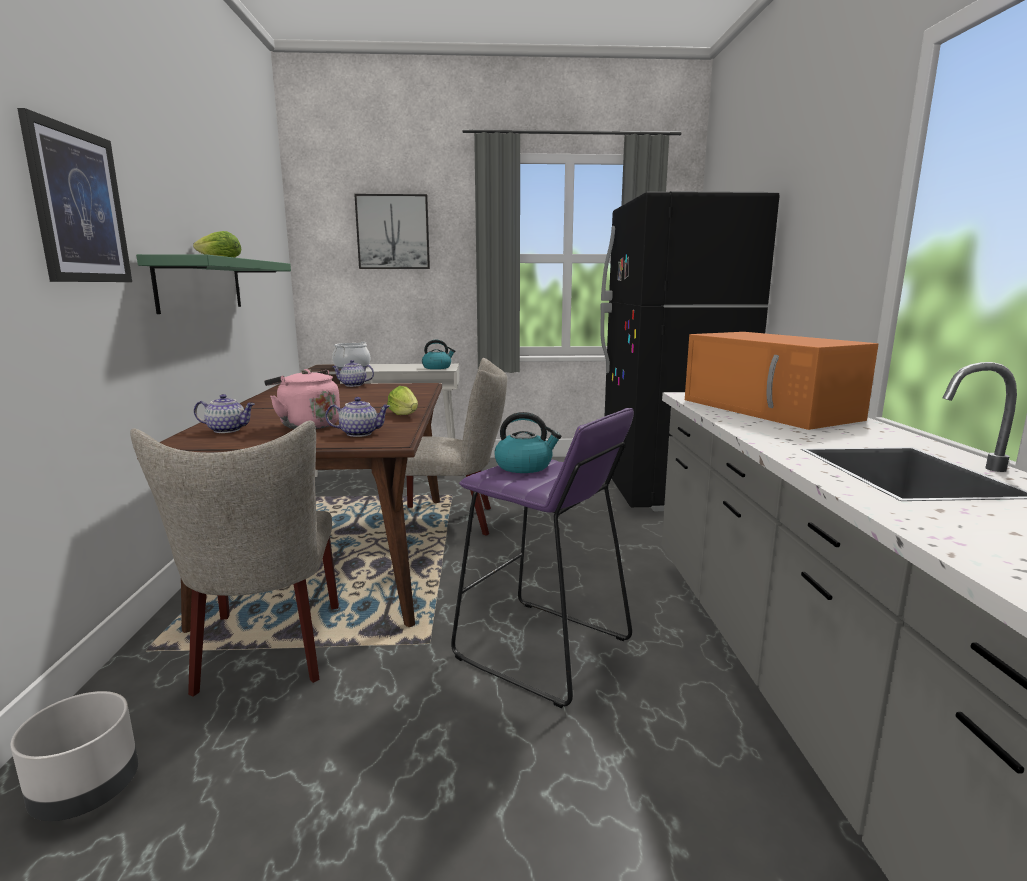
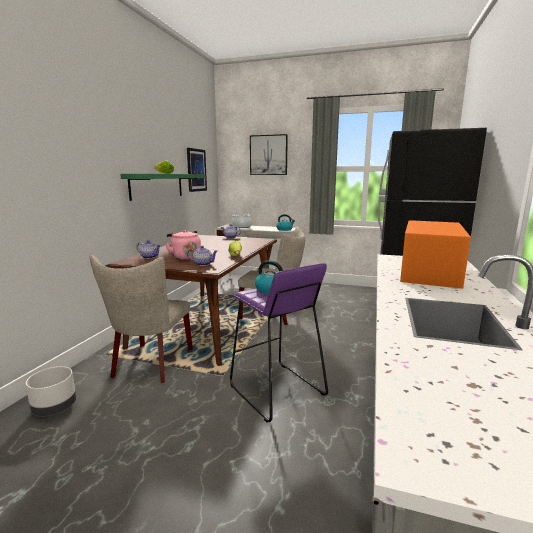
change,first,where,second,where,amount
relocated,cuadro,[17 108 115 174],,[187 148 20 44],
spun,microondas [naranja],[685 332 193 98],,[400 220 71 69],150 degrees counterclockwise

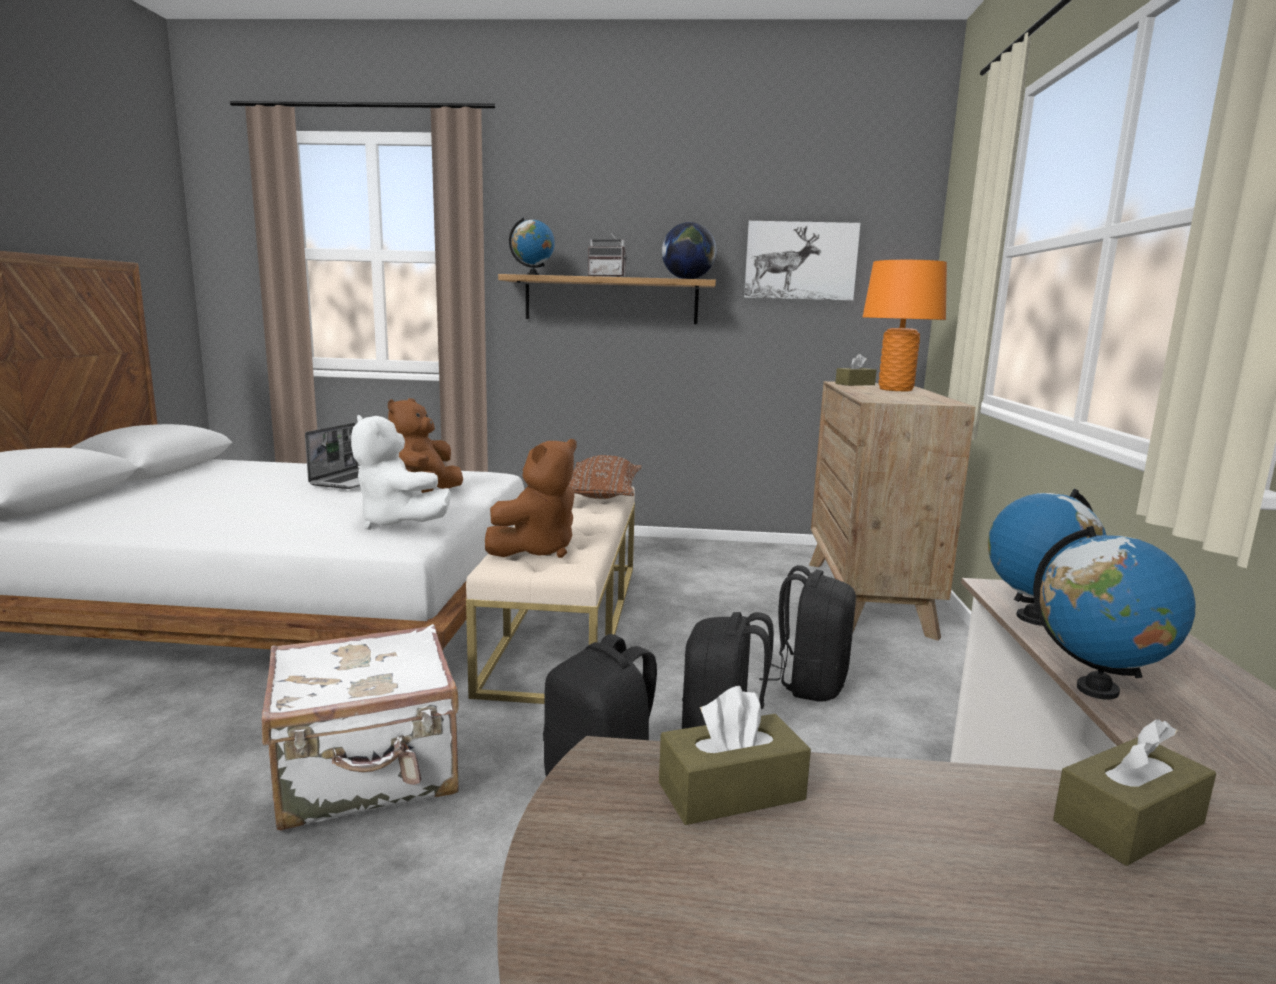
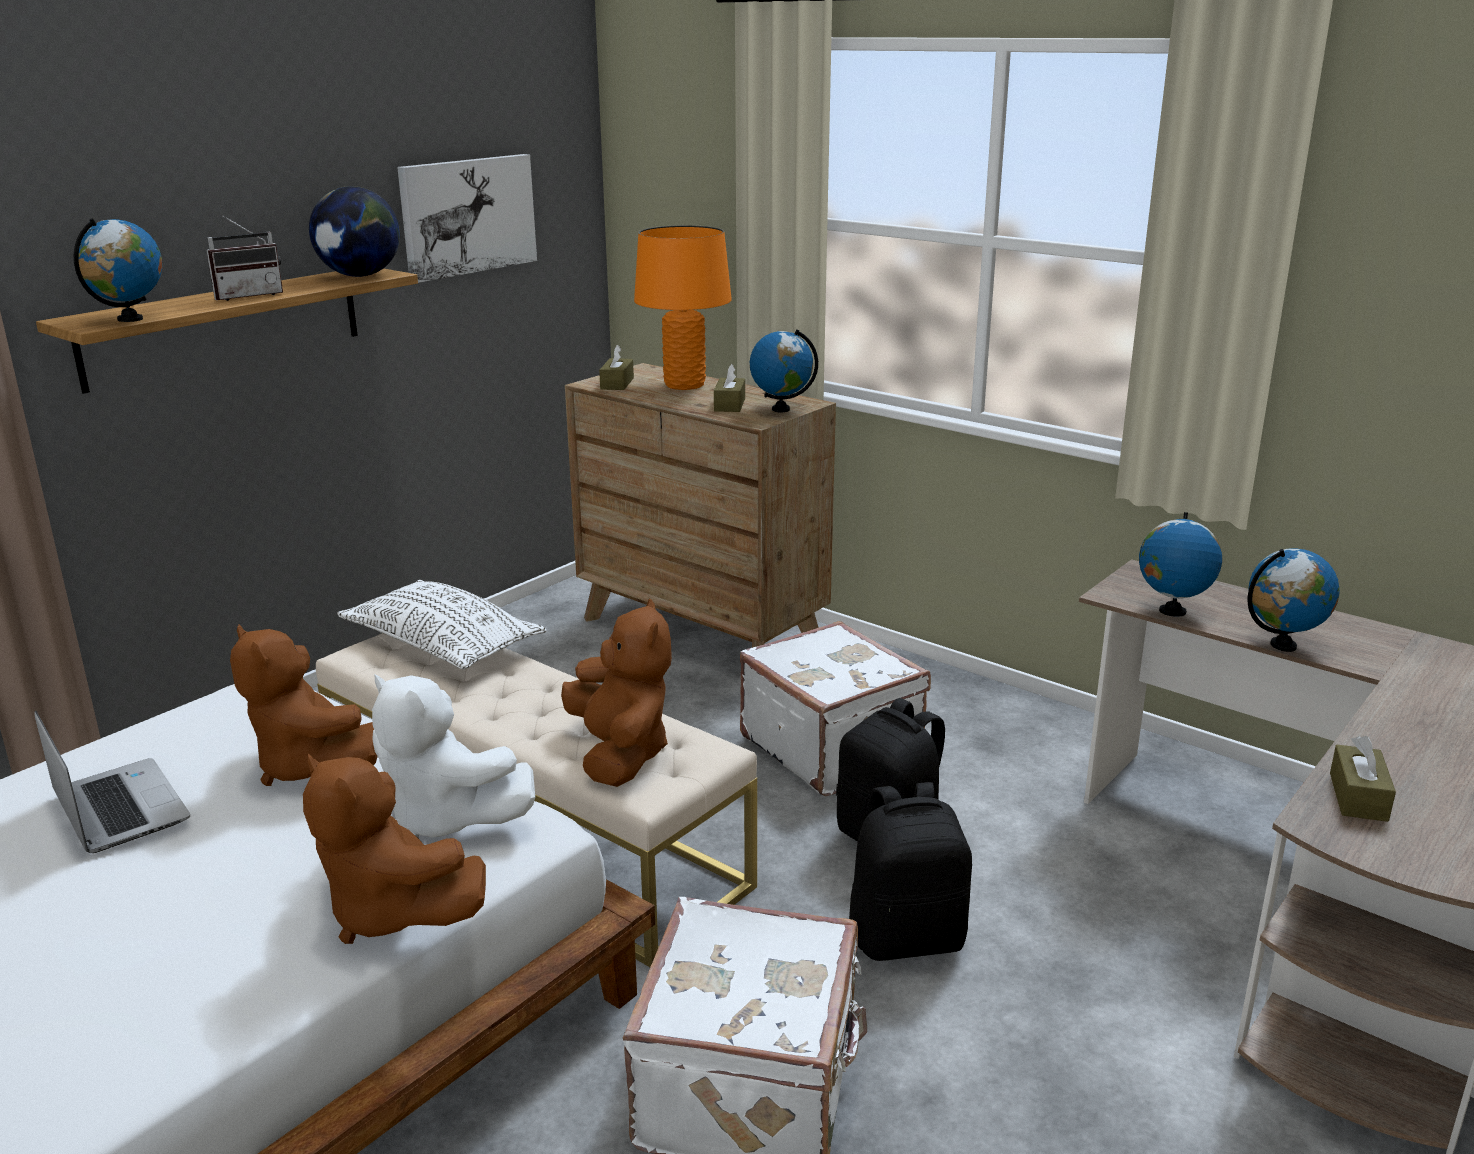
change,first,where,second,where,amount
appeared,,,peluche [marrón],[303 754 183 190],
colour,cojín [marrón],[569 455 73 44],cojín [blanco],[337 580 209 89],
spun,peluche [blanco],[351 415 100 115],,[372 674 163 165],45 degrees clockwise
relocated,caja de pañuelos [marrón],[1053 719 163 147],,[714 364 31 48],
exchanged,mochila [negro],[759 565 97 137],maleta [blanco],[740 621 191 175],
appeared,,,globo terráqueo,[750 329 68 84],

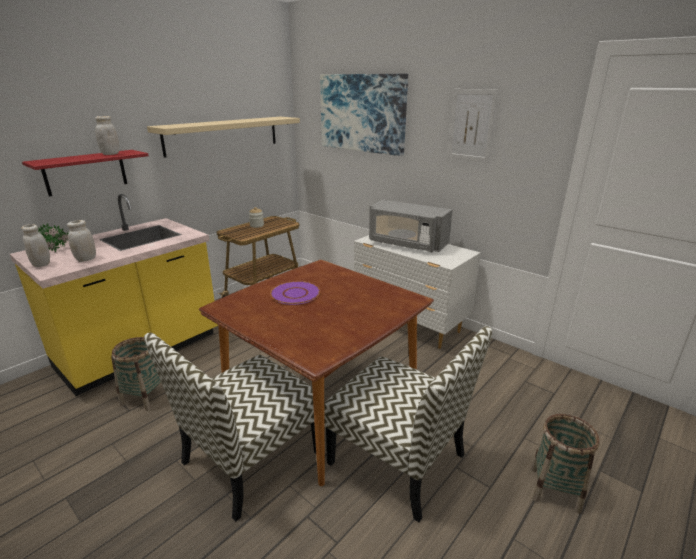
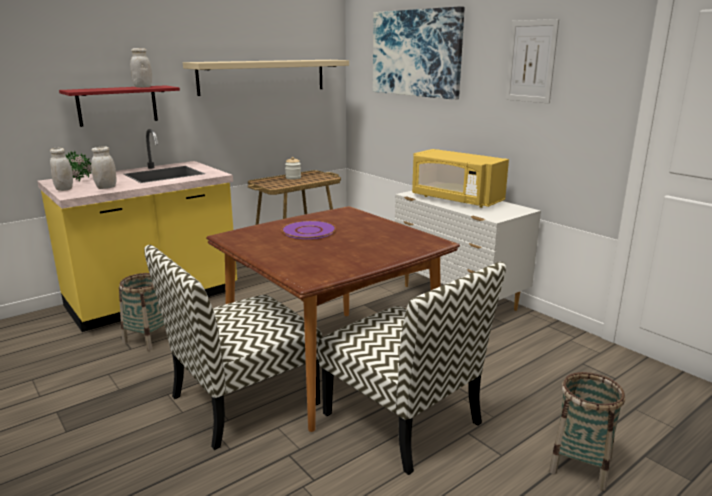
change,first,where,second,where,amount
colour,microondas [gris],[369 200 83 52],microondas [amarillo],[412 149 97 59],

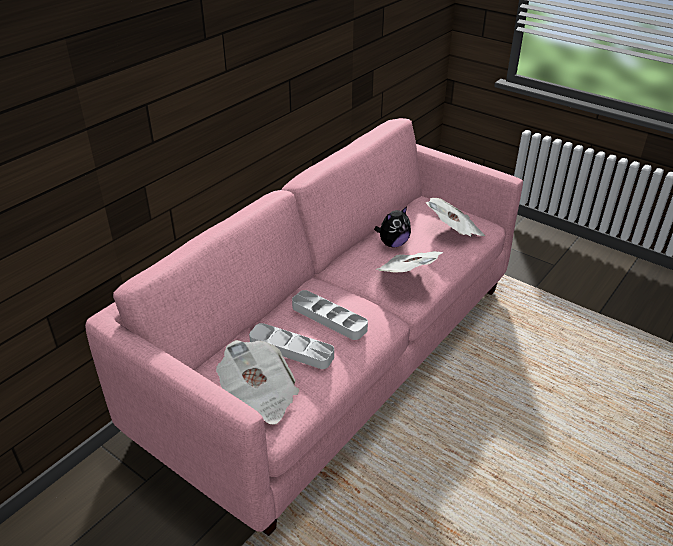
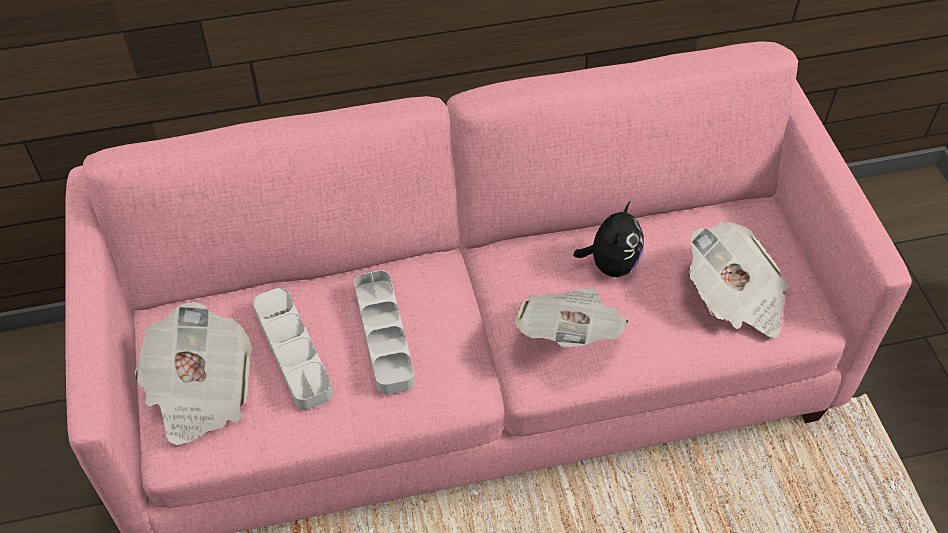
change,first,where,second,where,amount
spun,peluche,[374 206 37 41],,[573 201 71 76],75 degrees counterclockwise

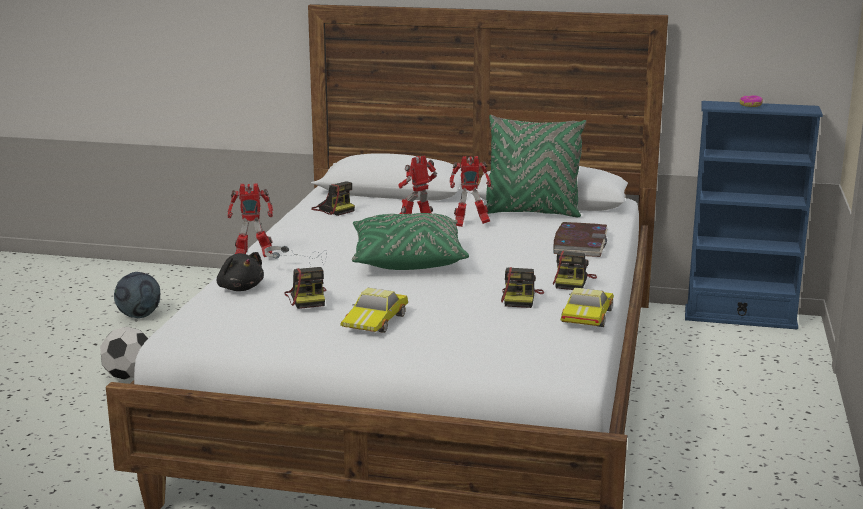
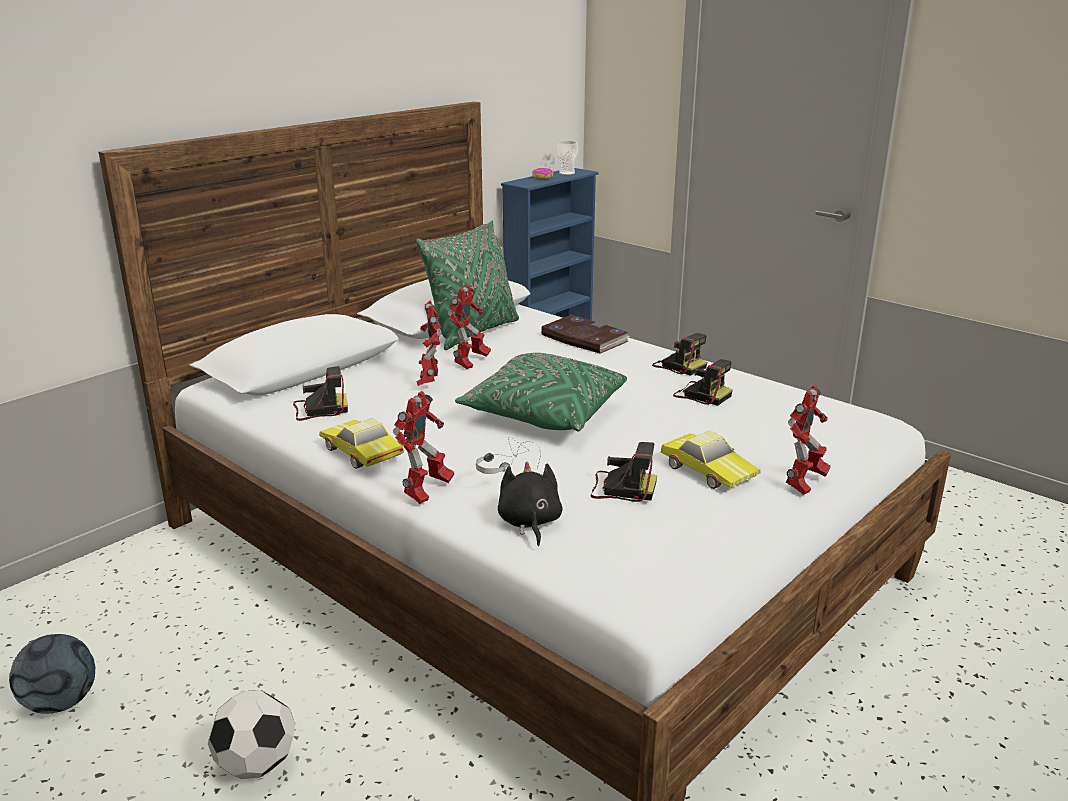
change,first,where,second,where,amount
relocated,coche de juguete,[561 288 53 39],,[319 418 85 51],
spun,peluche [negro],[217 252 47 39],,[498 461 65 85],90 degrees counterclockwise
appeared,,,taza,[557 141 21 34],
appeared,,,robot de juguete,[786 384 45 111],

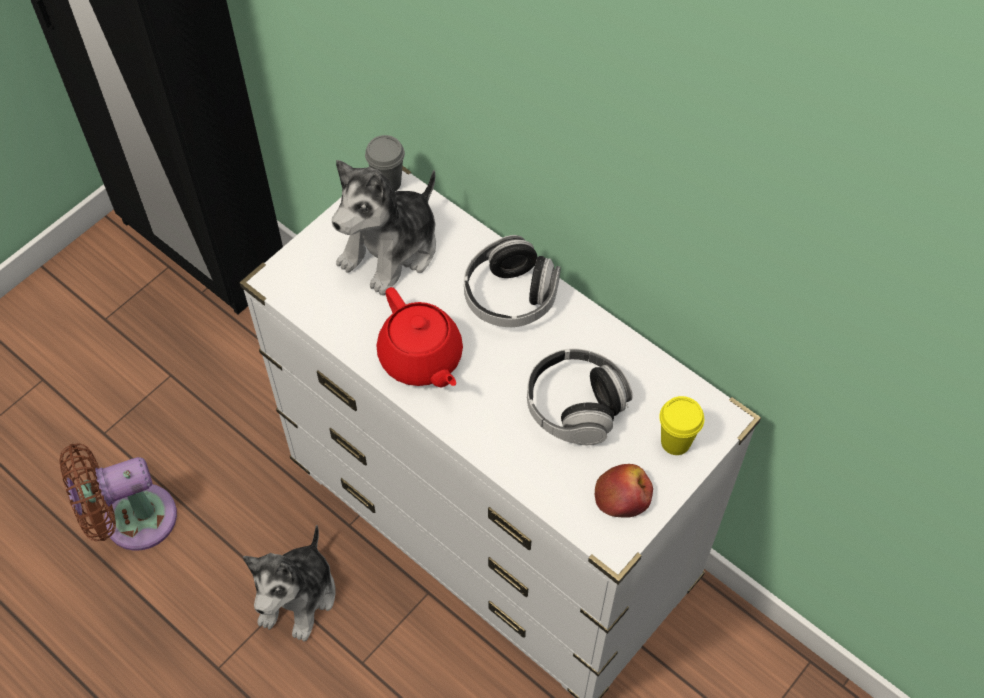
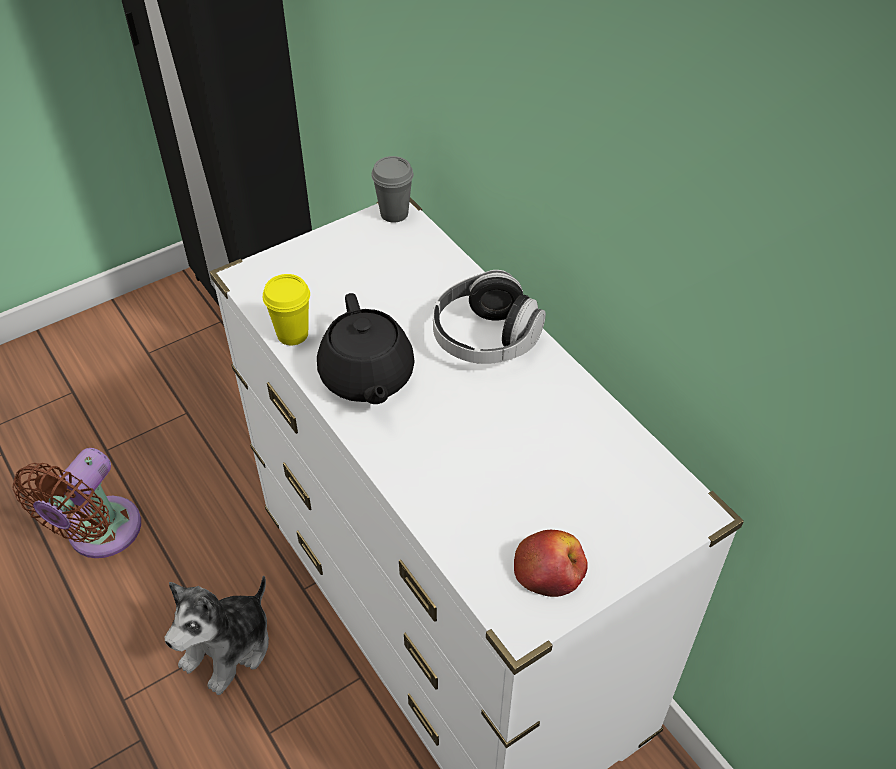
change,first,where,second,where,amount
spun,ventilador [marrón],[59 443 118 107],,[13 448 128 110],60 degrees counterclockwise
relocated,taza [amarillo],[659 396 45 59],,[263 274 47 71],
colour,tetera [rojo],[377 287 86 100],tetera [negro],[317 293 98 111],
missing,peluche,[332 160 104 136],,,
missing,auriculares,[527 348 106 97],,,

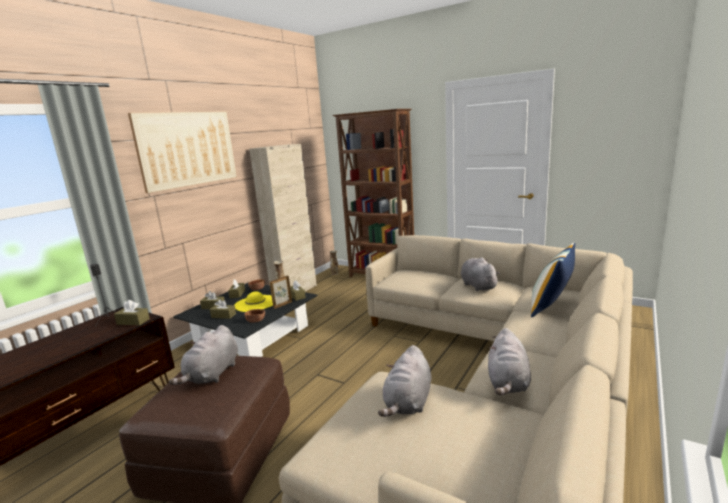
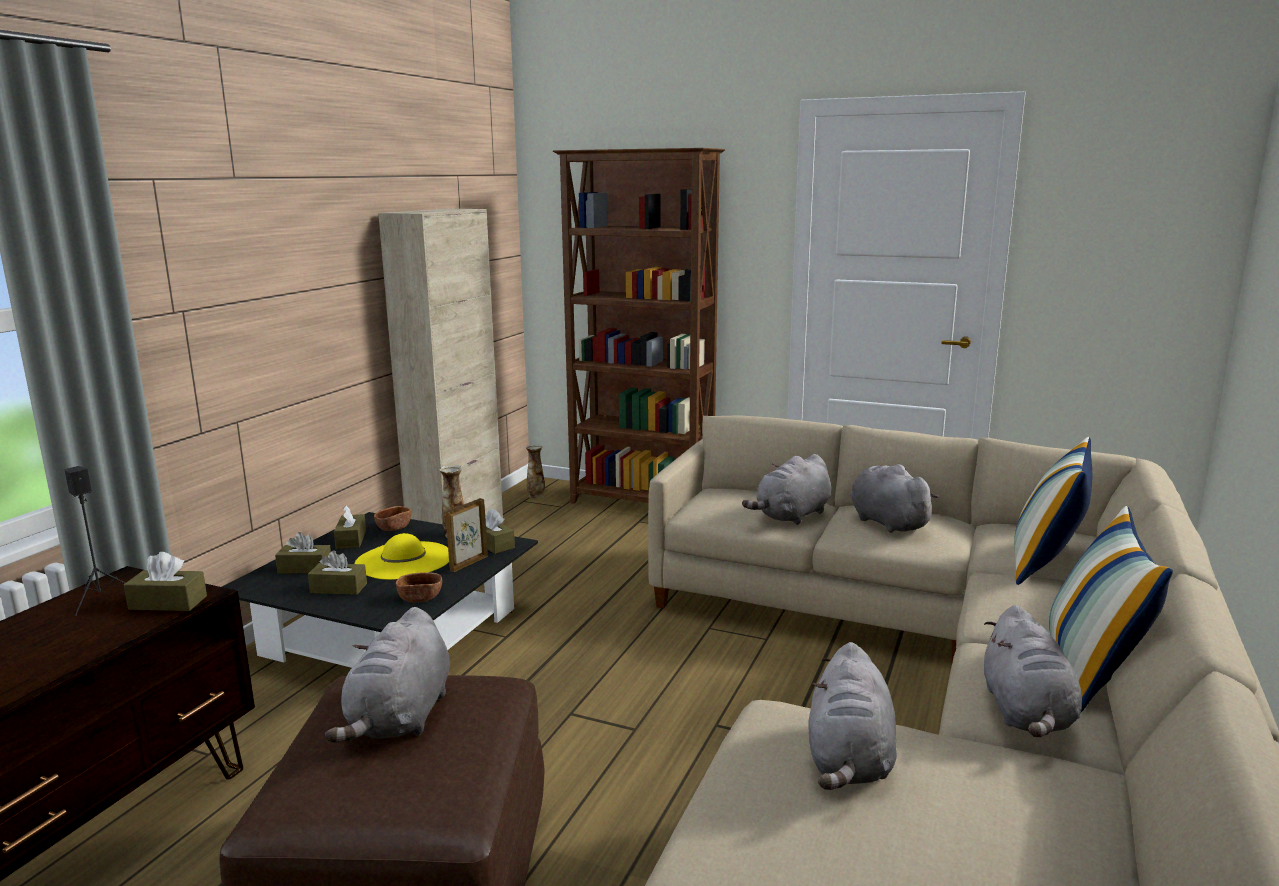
change,first,where,second,where,amount
appeared,,,peluche [gris],[742 454 89 71],
appeared,,,cojín,[1049 506 124 206],
missing,cuadro,[128 111 109 82],,,

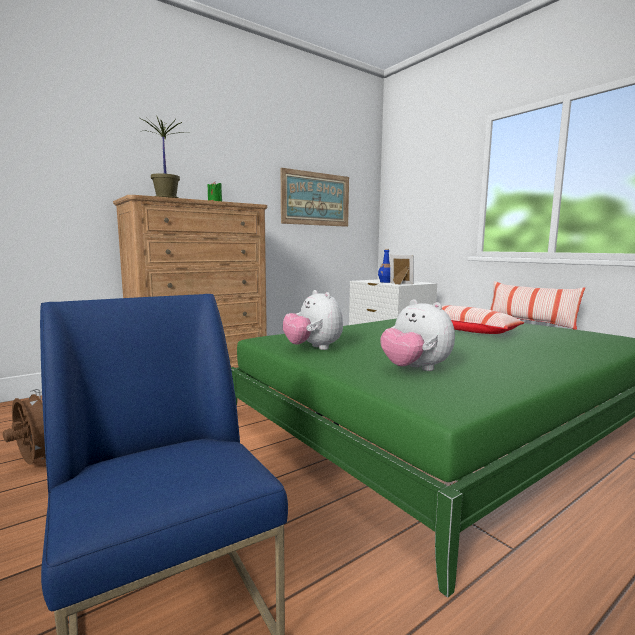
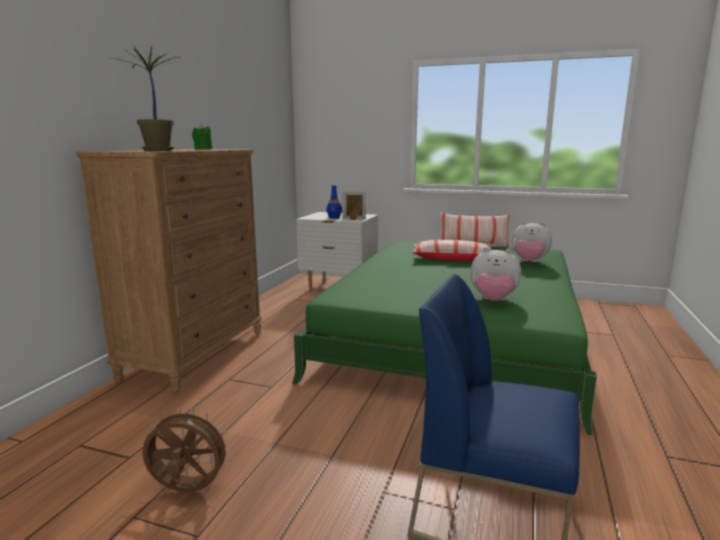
change,first,where,second,where,amount
relocated,peluche,[283 290 60 60],,[512 221 40 41],
missing,cuadro,[281 168 68 59],,,

